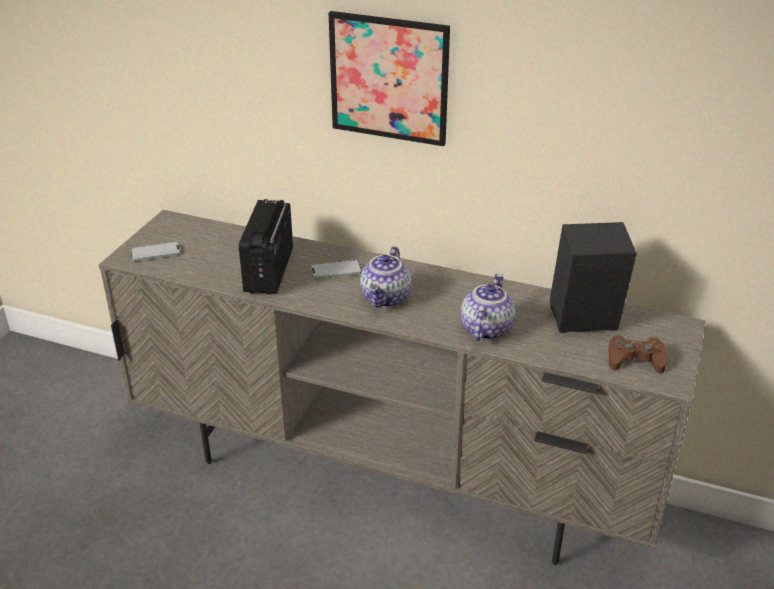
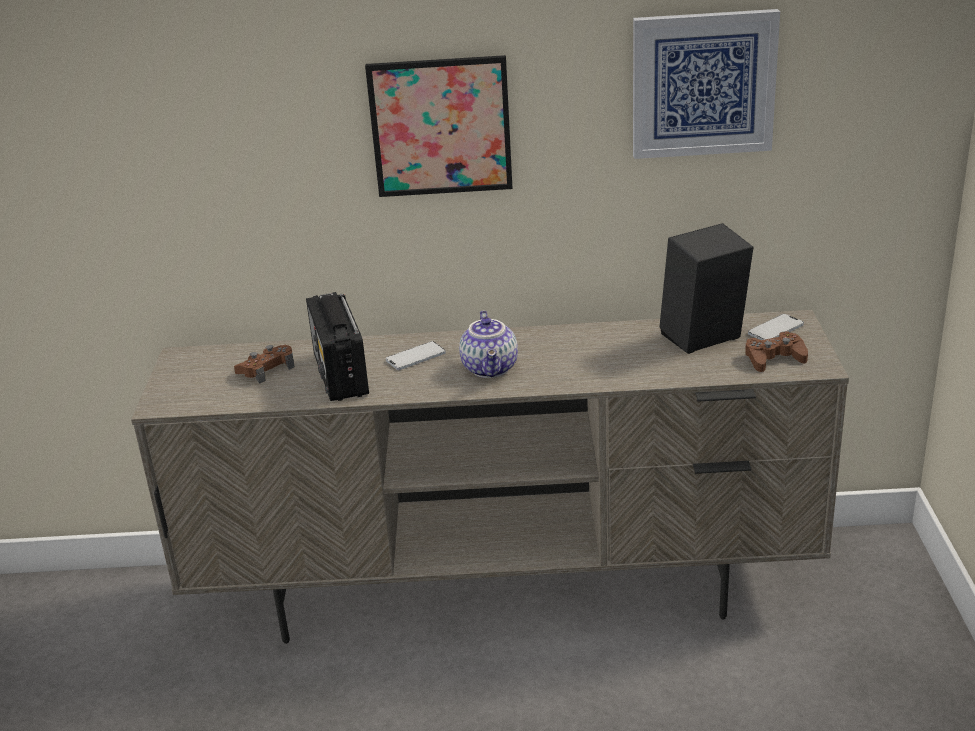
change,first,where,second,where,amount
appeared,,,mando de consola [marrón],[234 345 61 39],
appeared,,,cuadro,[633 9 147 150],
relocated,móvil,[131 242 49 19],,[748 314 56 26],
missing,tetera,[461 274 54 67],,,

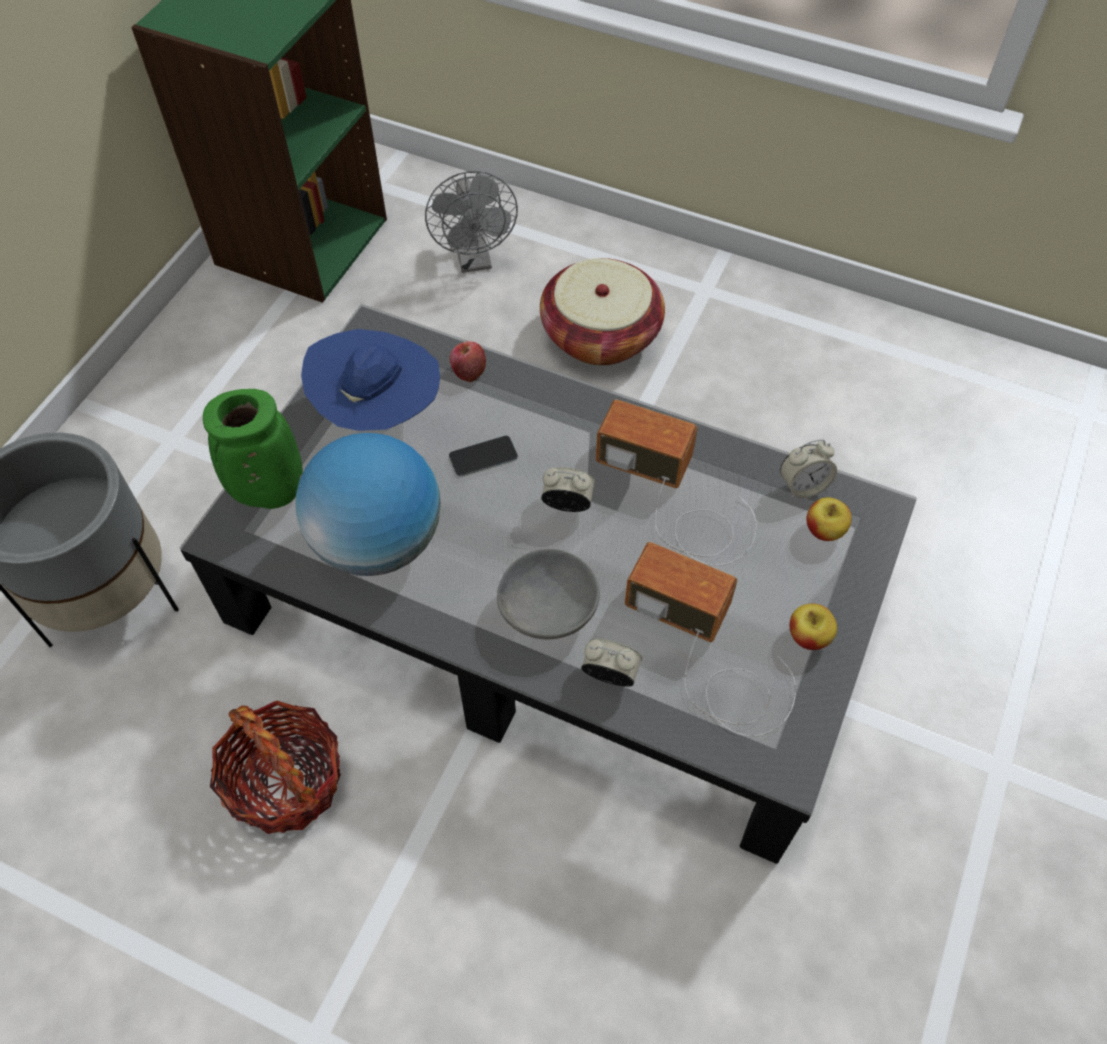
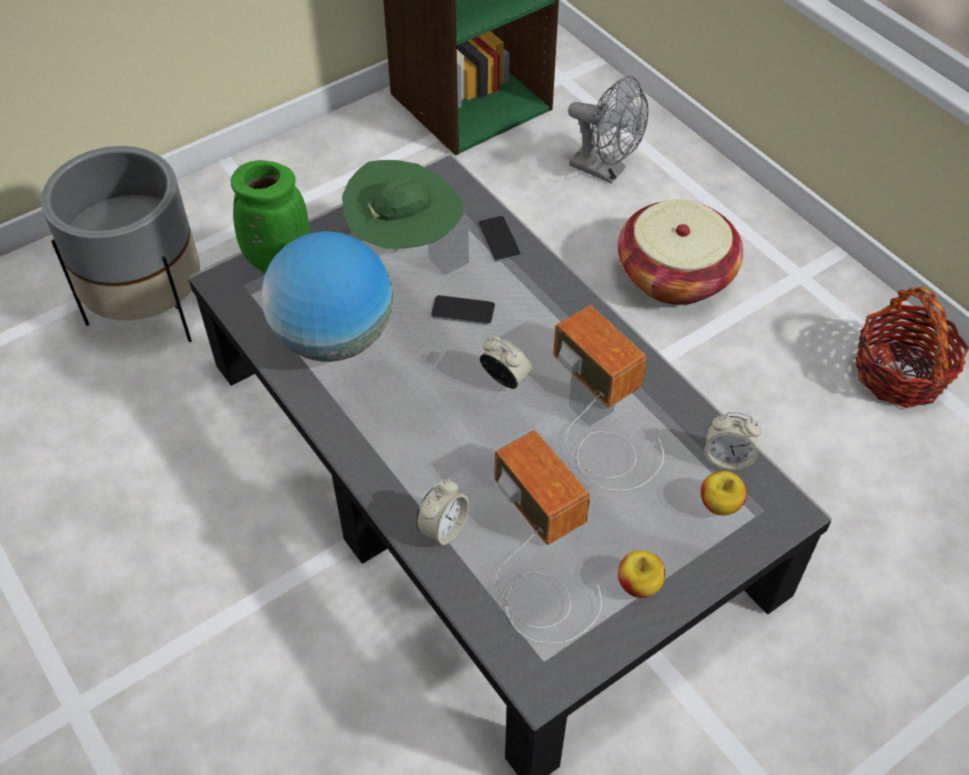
change,first,where,second,where,amount
colour,sombrero [azul],[301 329 139 102],sombrero [verde],[342 160 121 93],
spun,despertador,[581 639 62 48],,[416 479 53 68],75 degrees clockwise
exchanged,manzana,[449 341 37 41],móvil,[478 216 43 45],
spun,ventilador [gris],[425 171 93 102],,[568 76 81 108],75 degrees counterclockwise
relocated,cesta,[210 700 131 134],,[856 287 113 121],
missing,cuenco [gris],[497 549 103 91],,,

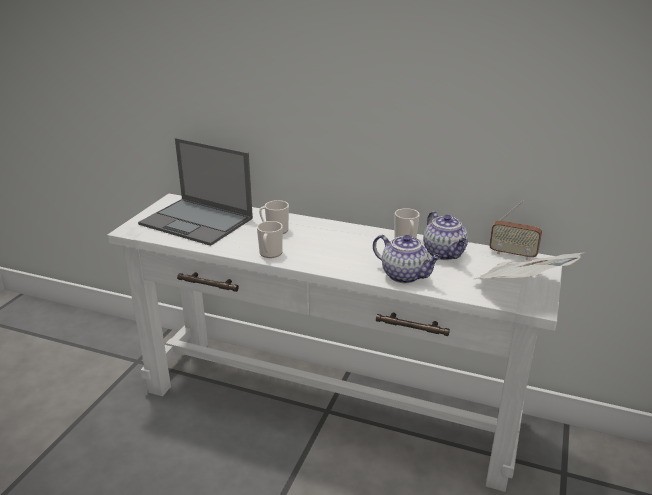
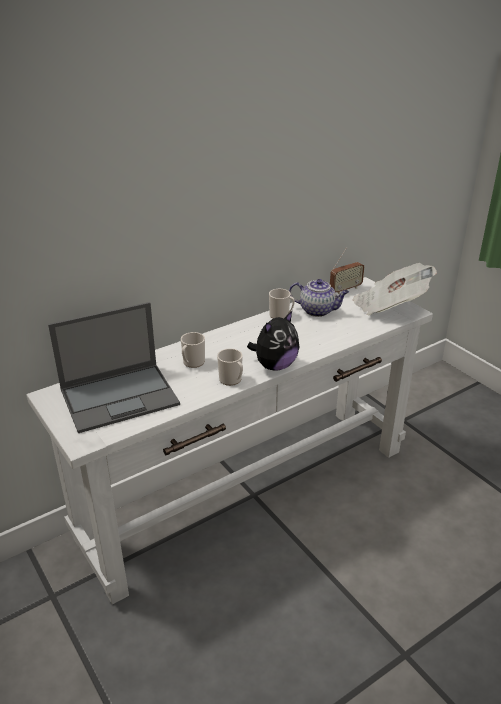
change,first,where,second,where,amount
appeared,,,peluche,[247 311 53 60],
missing,tetera,[373 235 68 48],,,

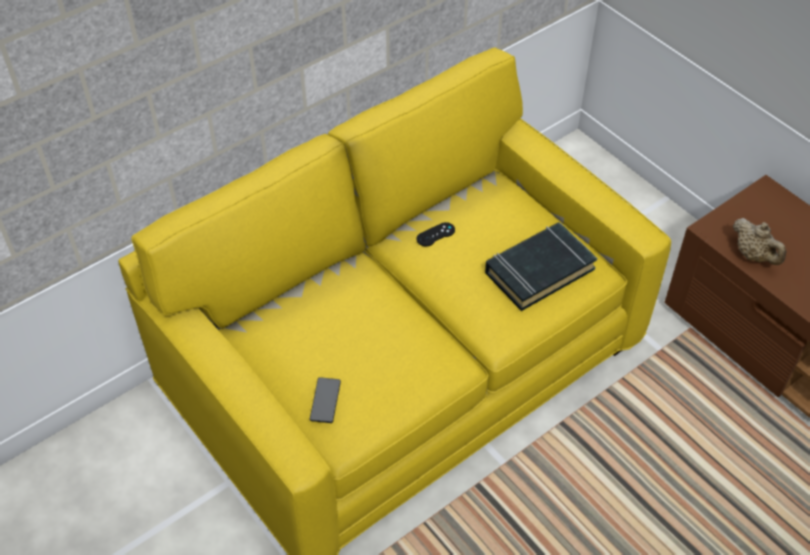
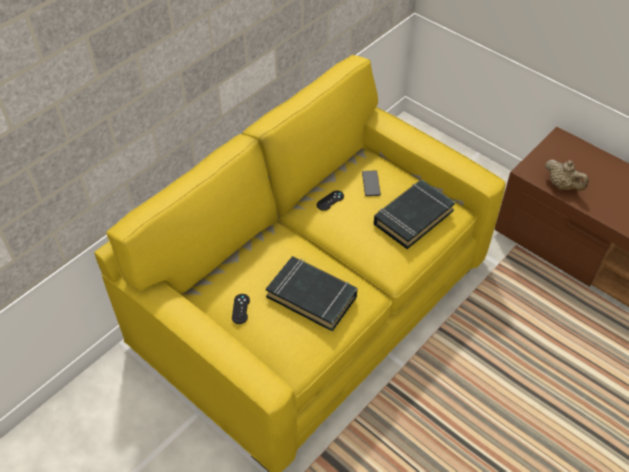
change,first,where,second,where,amount
appeared,,,mando de consola [negro],[232 294 18 30],
appeared,,,libro [negro],[266 256 91 76],
relocated,móvil,[310 377 31 46],,[362 170 19 26],

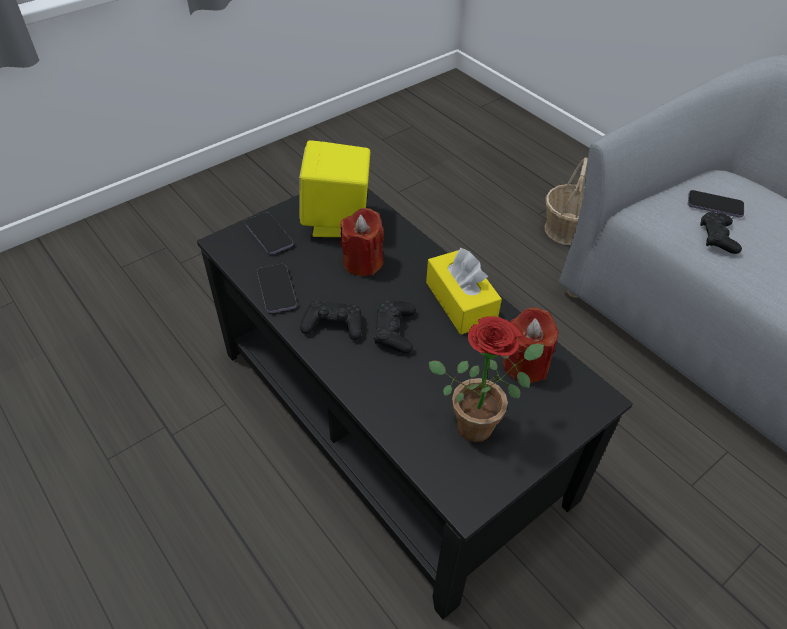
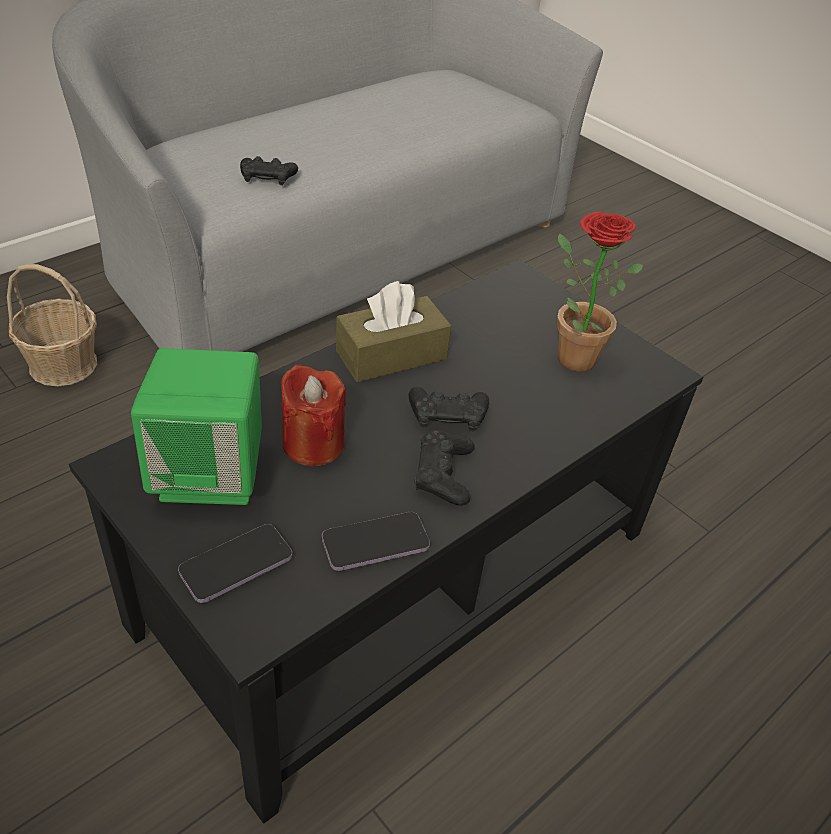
change,first,where,second,where,amount
colour,altavoz [amarillo],[299 140 71 97],altavoz [verde],[131 348 131 157],
colour,caja de pañuelos [amarillo],[426 248 76 86],caja de pañuelos [marrón],[336 281 115 101],
missing,vela [rojo],[503 307 55 76],,,
missing,móvil,[688 190 56 28],,,

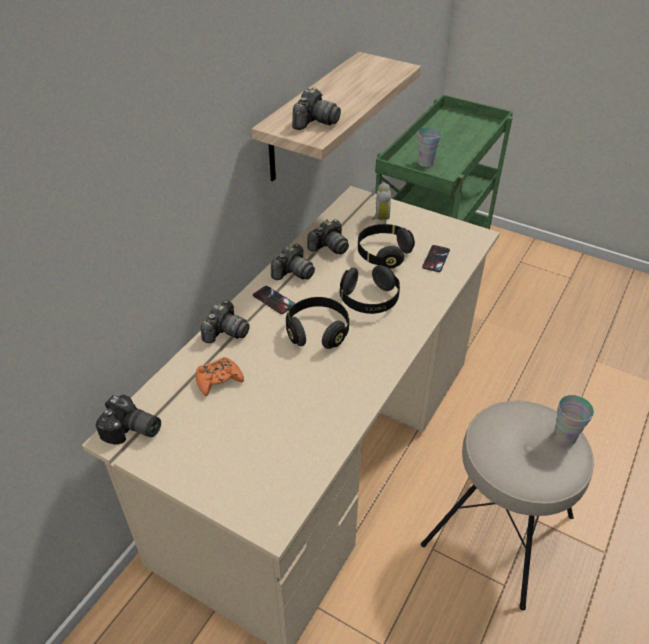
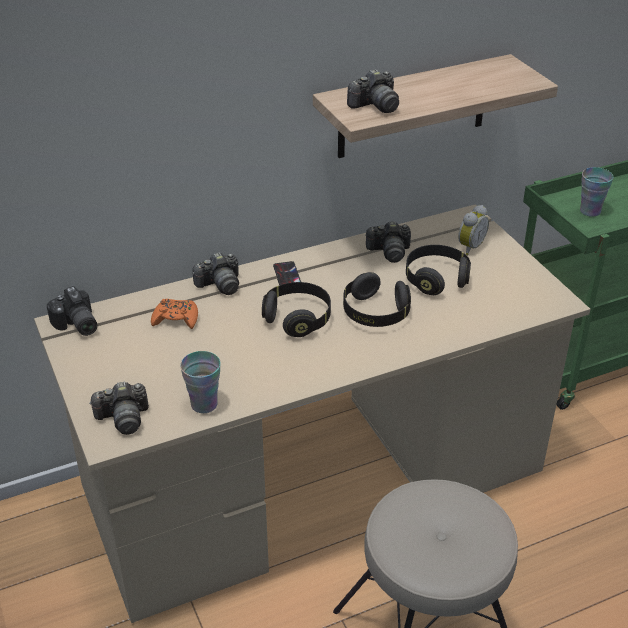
change,first,where,second,where,amount
relocated,cámara,[271 244 44 36],,[89 382 60 53],
relocated,taza,[553 395 41 51],,[180 351 41 62],
missing,móvil,[422 245 28 27],,,

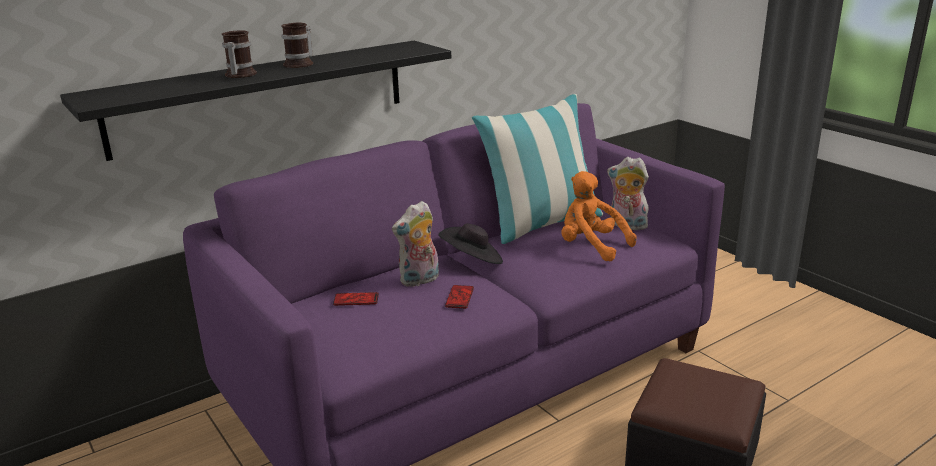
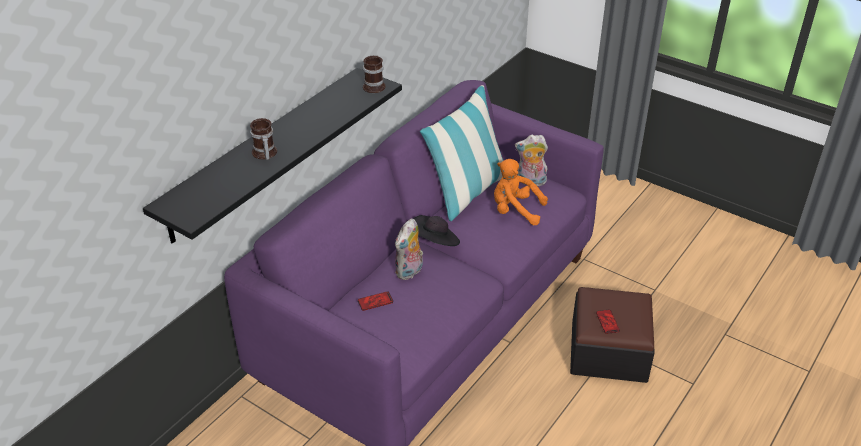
change,first,where,second,where,amount
relocated,taza grande,[281 23 32 45],,[363 55 23 38],
relocated,móvil,[445 285 29 24],,[596 310 24 24],

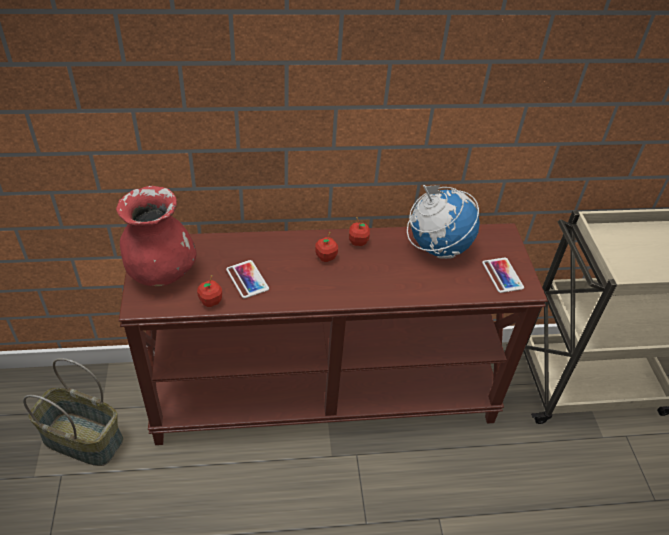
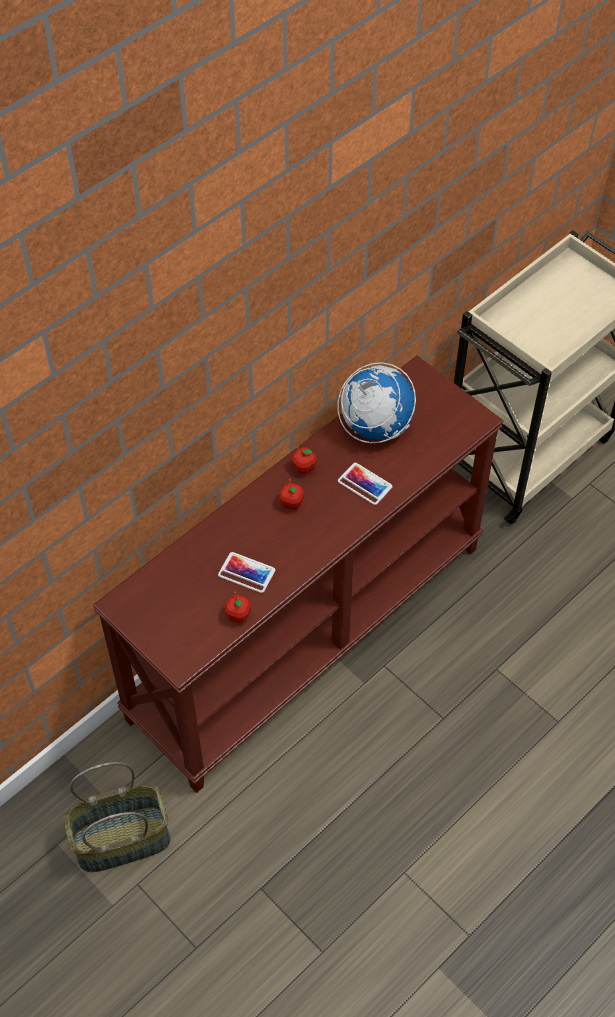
change,first,where,second,where,amount
relocated,móvil,[482 258 42 35],,[338 463 55 42],
missing,florero [rojo],[116 186 80 100],,,

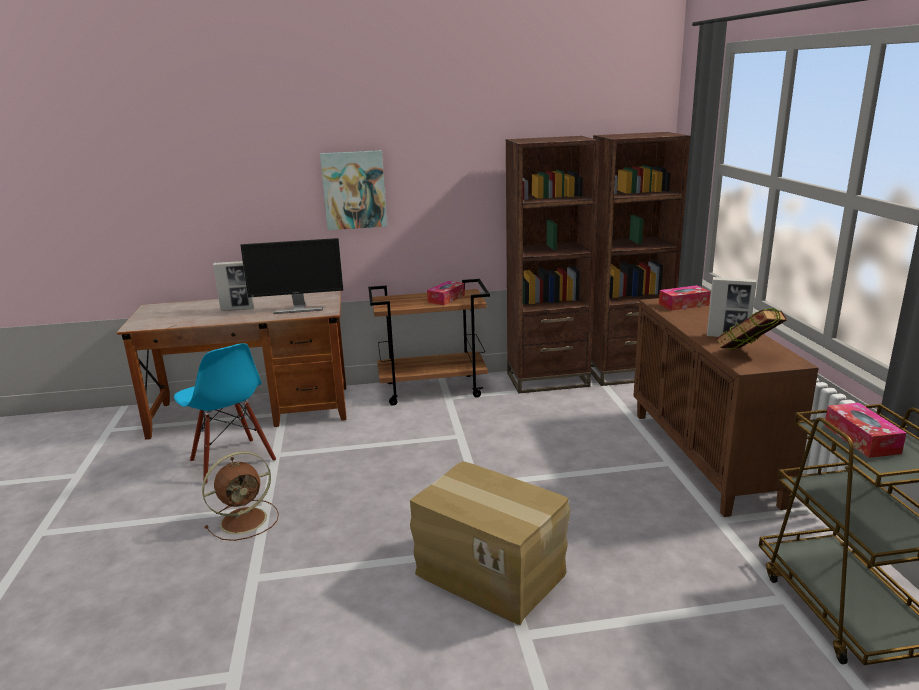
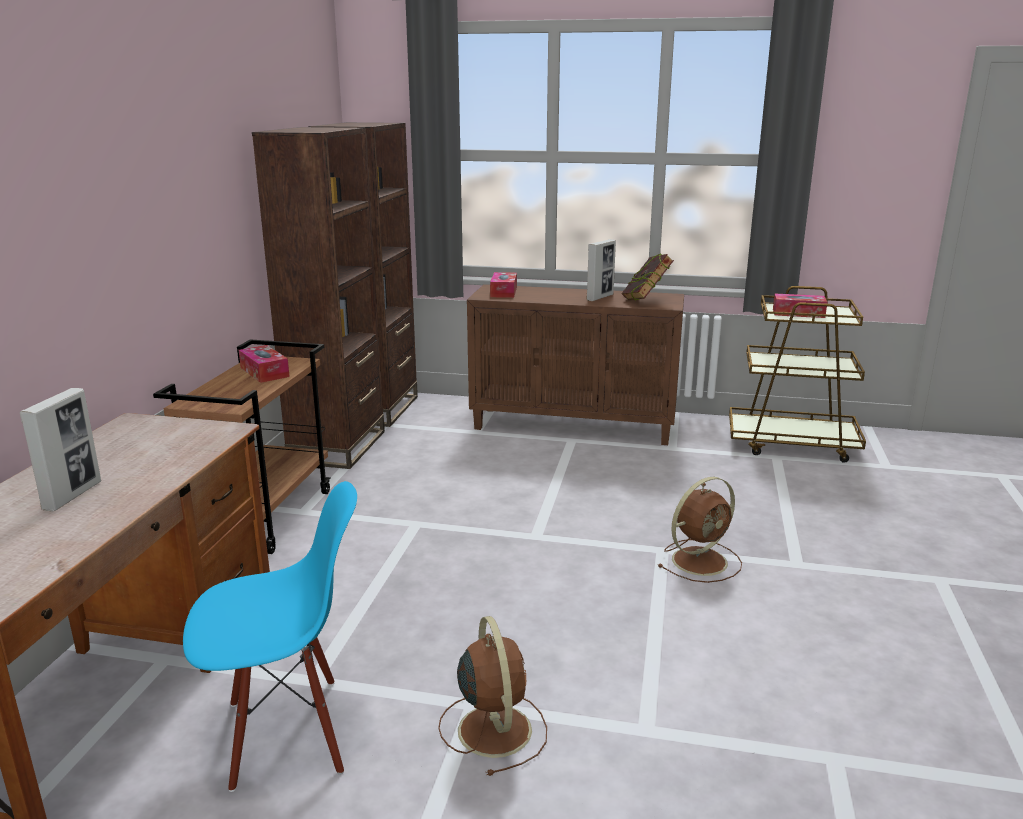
change,first,where,second,where,amount
exchanged,caja de cartón,[410 461 160 164],ventilador [marrón],[657 477 85 106],
missing,monitor,[240 238 103 76],,,
missing,cuadro,[320 150 67 80],,,

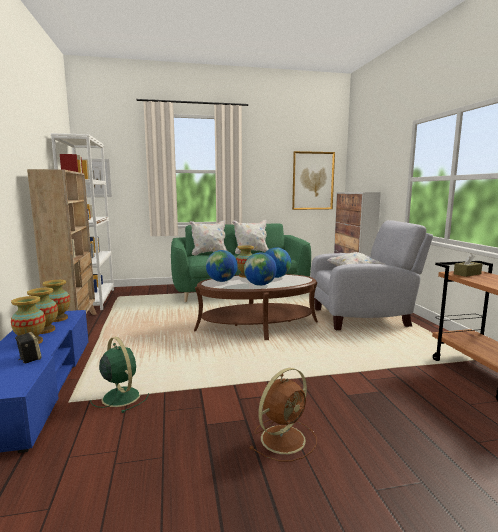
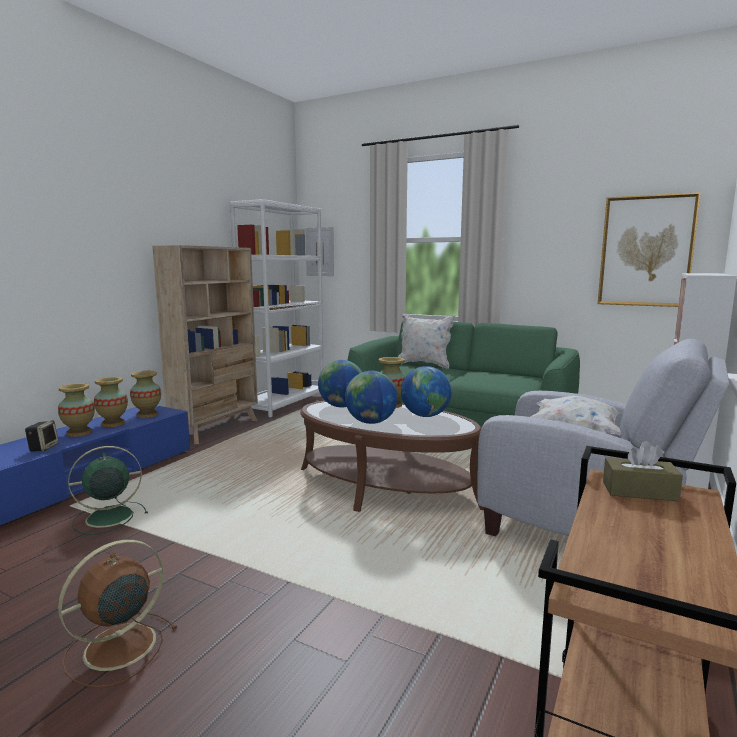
change,first,where,second,where,amount
spun,ventilador [marrón],[249 368 68 94],,[58 540 119 148],135 degrees clockwise
spun,ventilador [verde],[91 337 58 76],,[68 446 80 89],120 degrees counterclockwise
missing,cojín [blanco],[232 220 36 34],,,

